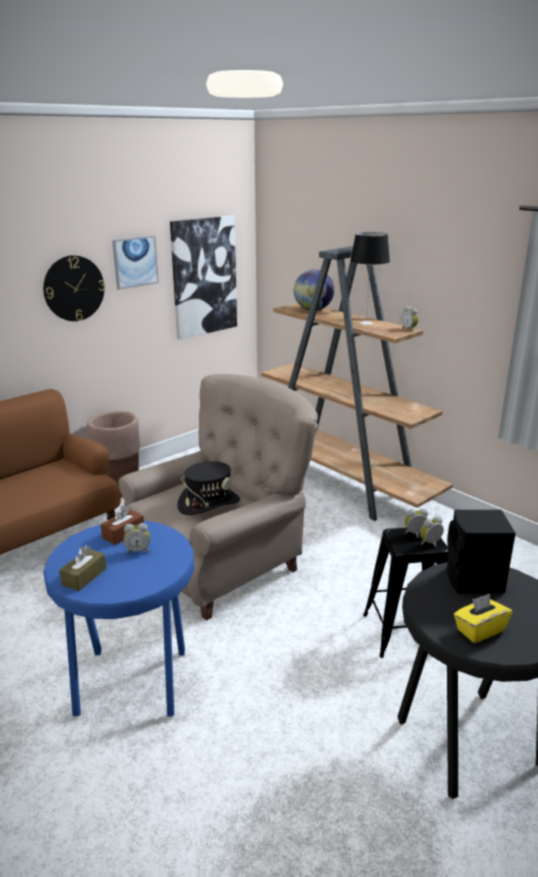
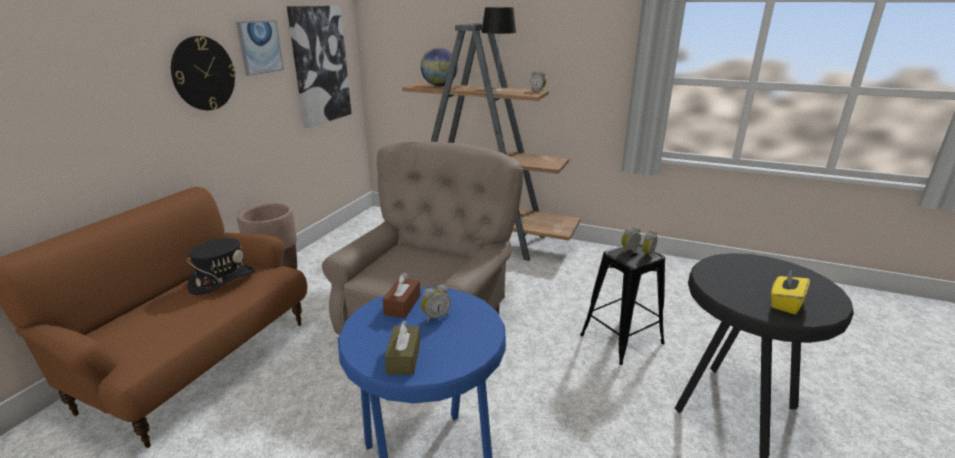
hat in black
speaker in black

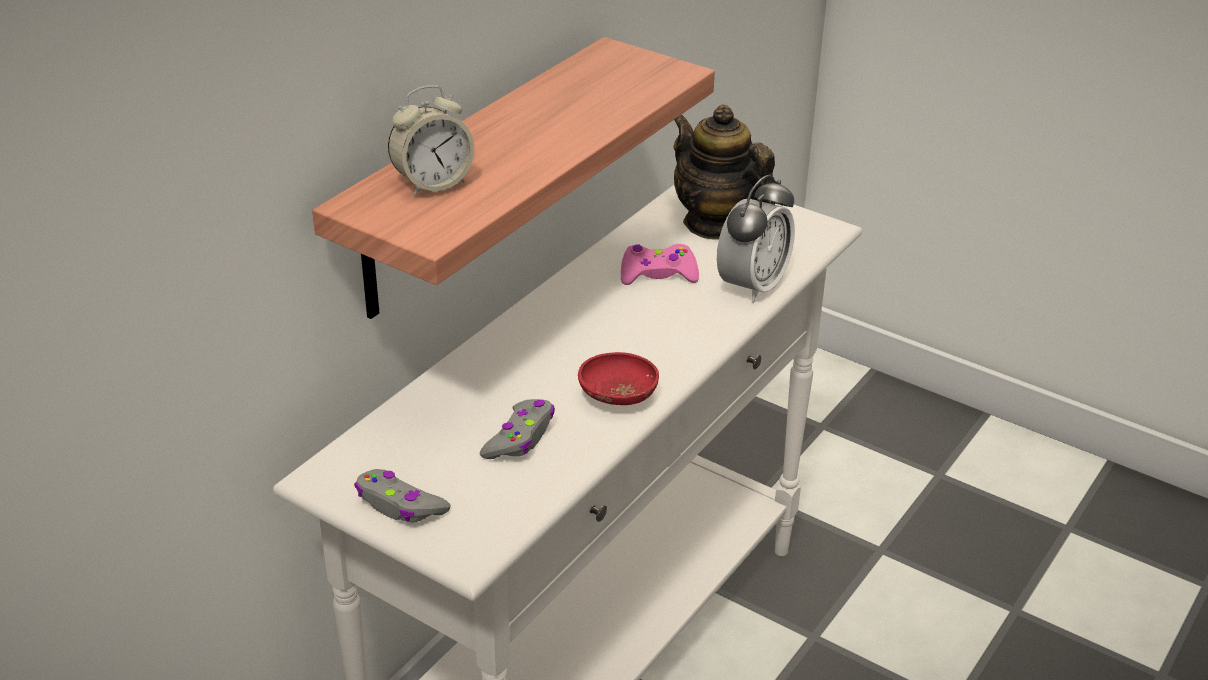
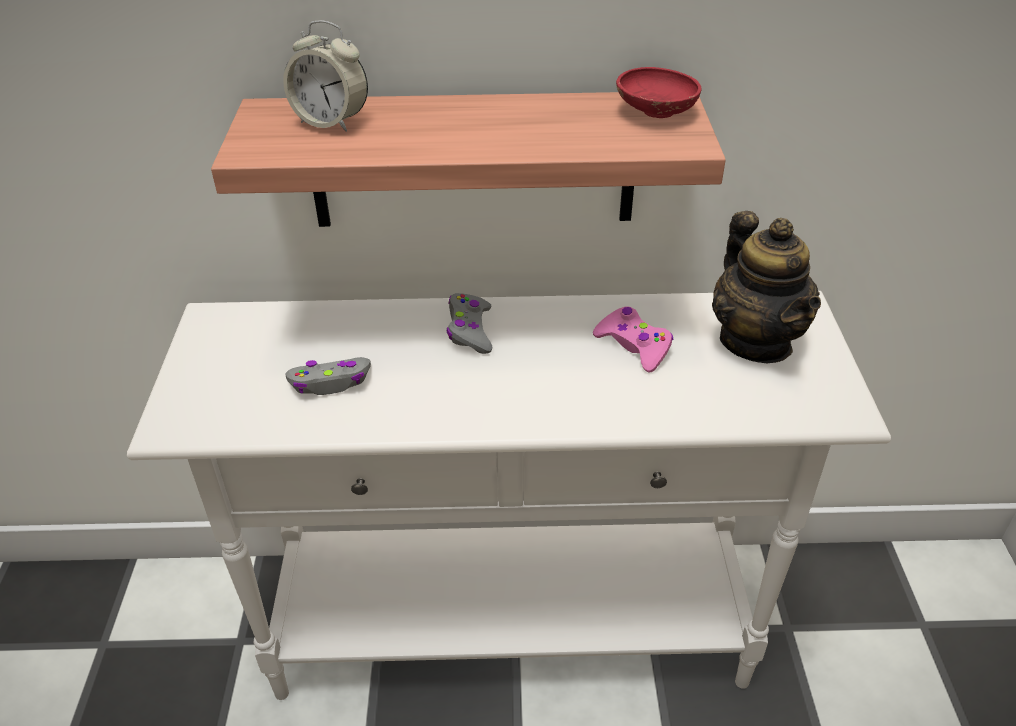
game controller in grey (2nd from left)
bowl in red
teapot
alarm clock (2nd from left in the first image)

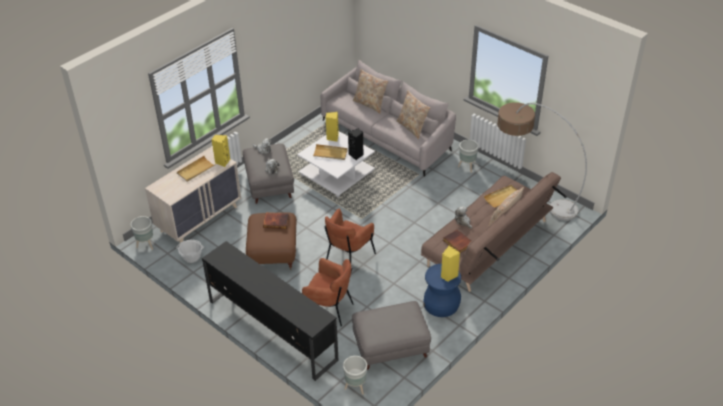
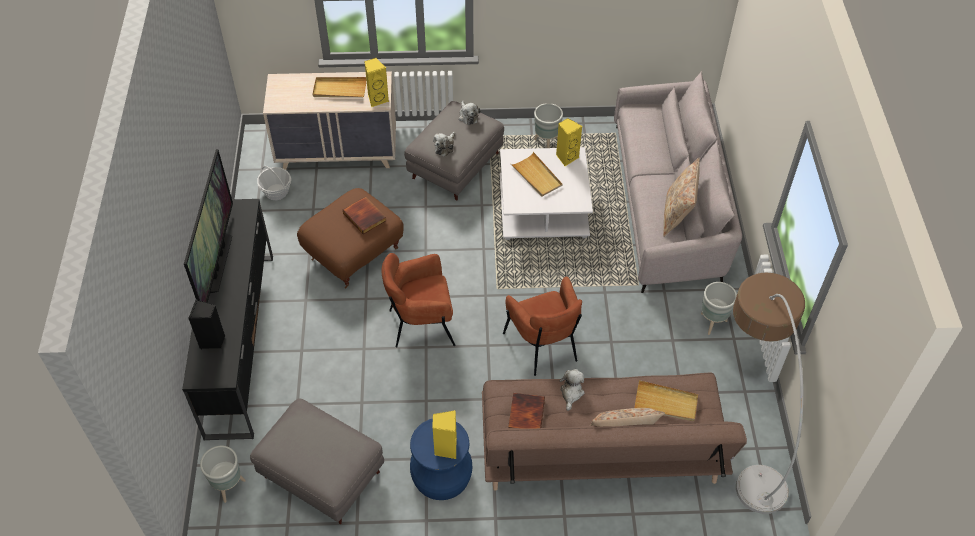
planter in grey (2nd from left)
armchair in brown (2nd from left)
speaker in black
pillow in beige (1st from left in the first image)
television

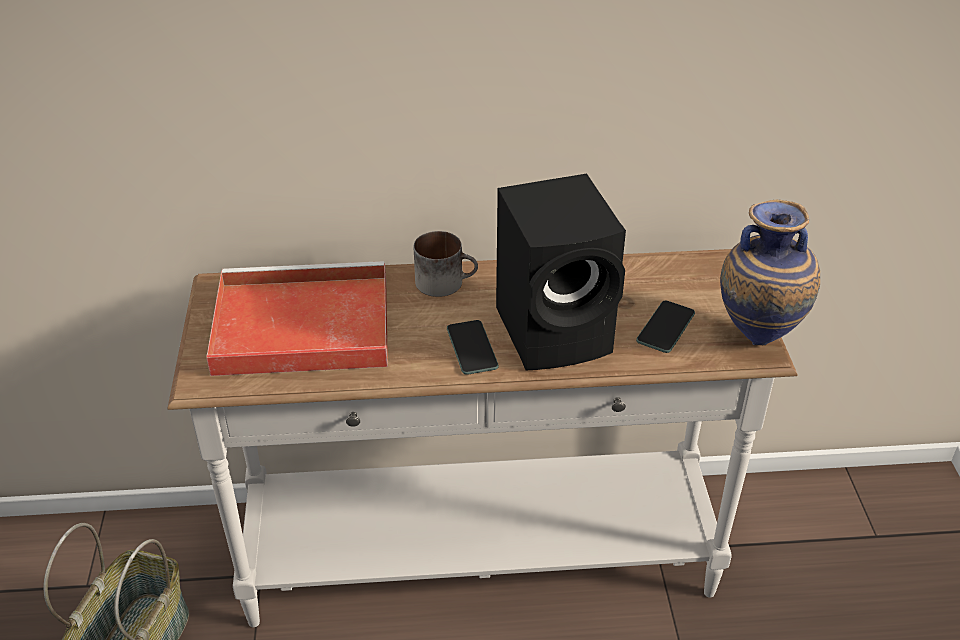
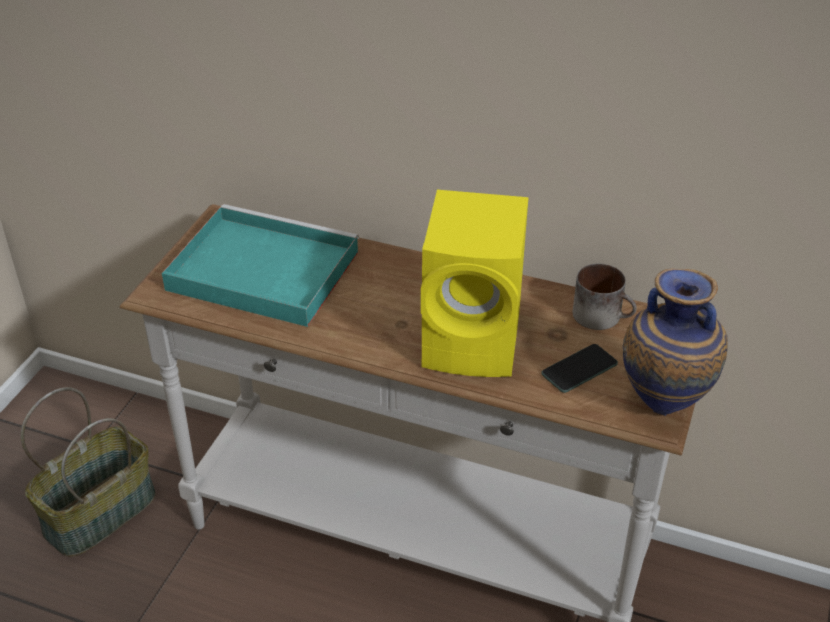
tray in turquoise
mug
phone (1st from left in the first image)
speaker in yellow

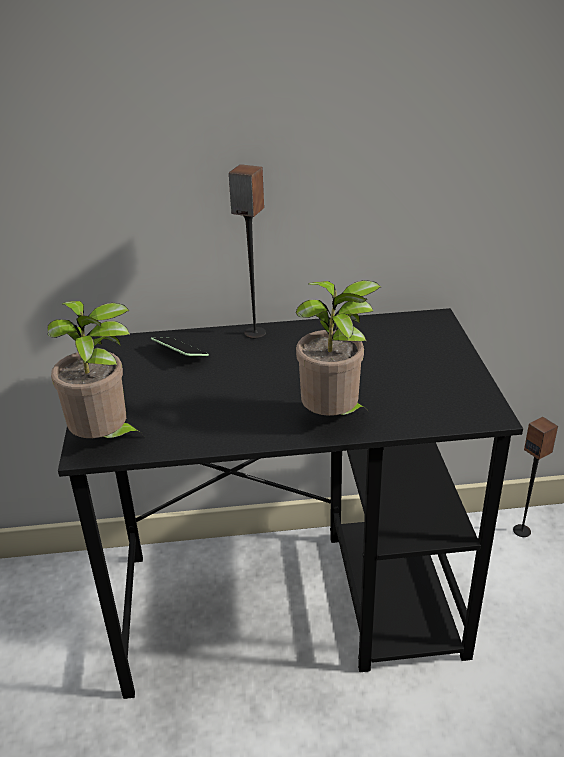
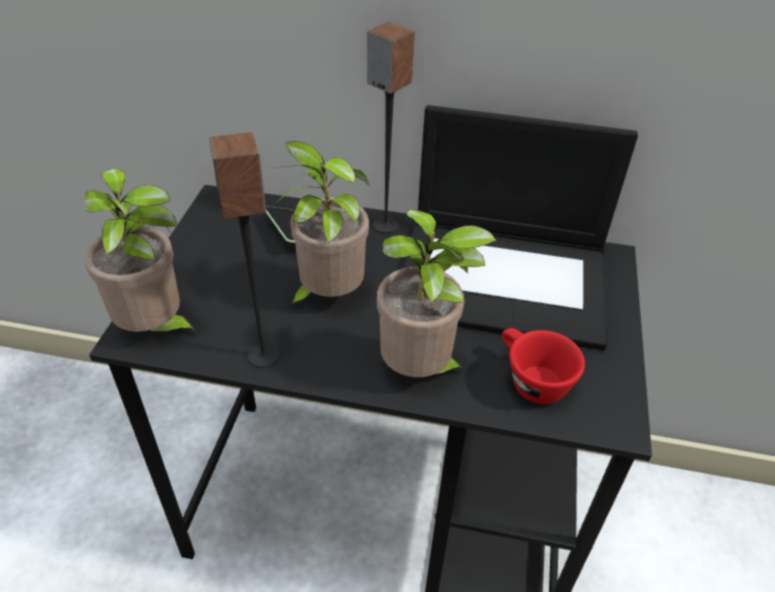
speaker (1st from left)
potted plant (2nd from left)
laptop
cup in red

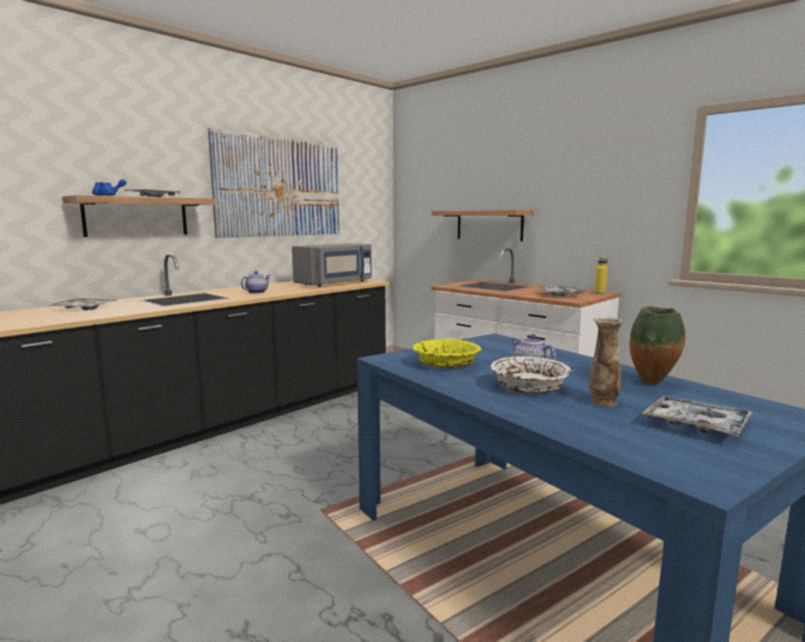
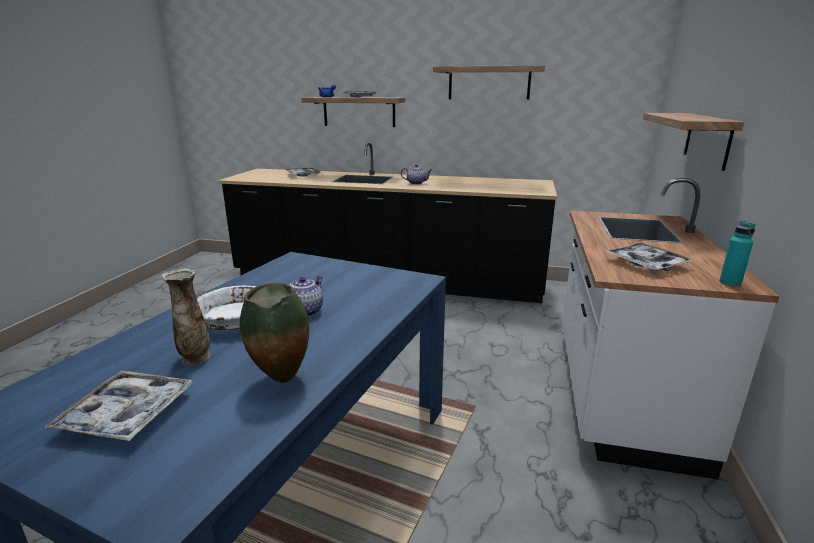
shelf (2nd from left)
microwave in grey
bowl in yellow
bottle in turquoise

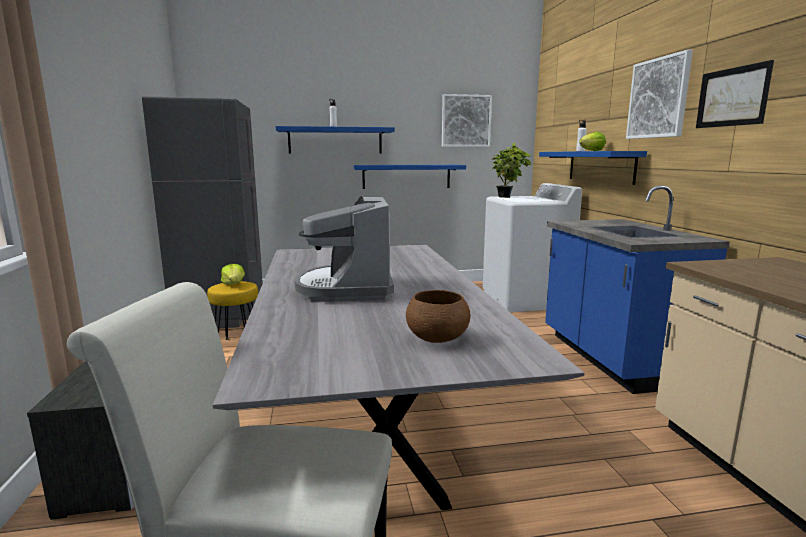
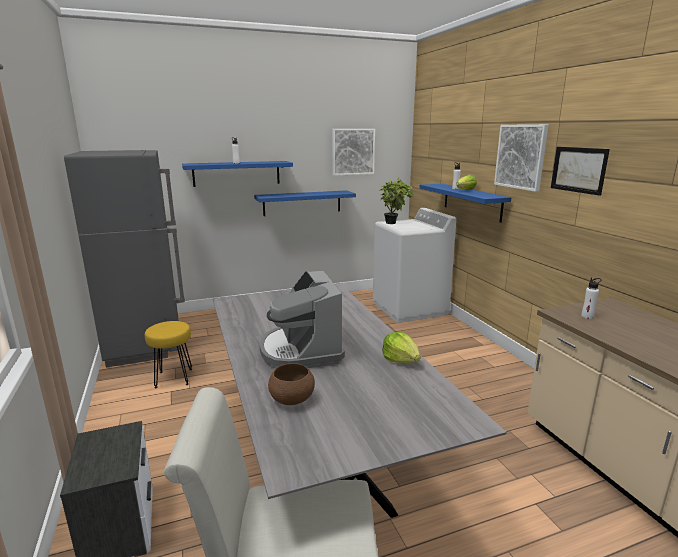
lettuce (1st from left)
bowl in brown
counter in blue
bottle in white (3rd from left)

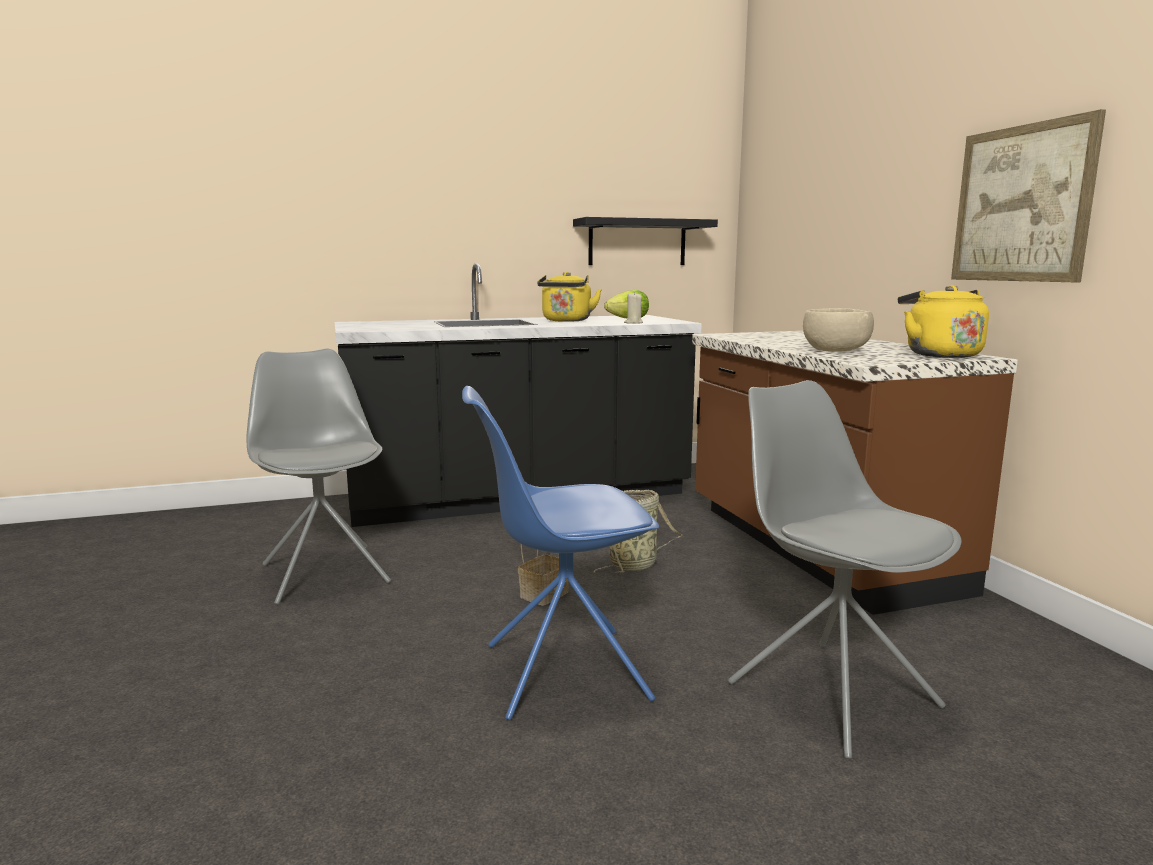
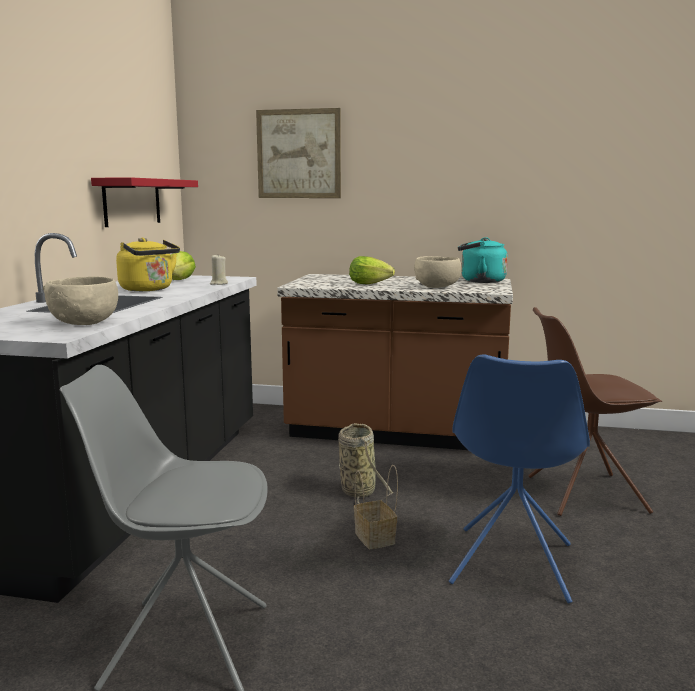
shelf in red
chair in brown
kettle in turquoise
picture
bowl in beige (1st from left)
lettuce (2nd from left)

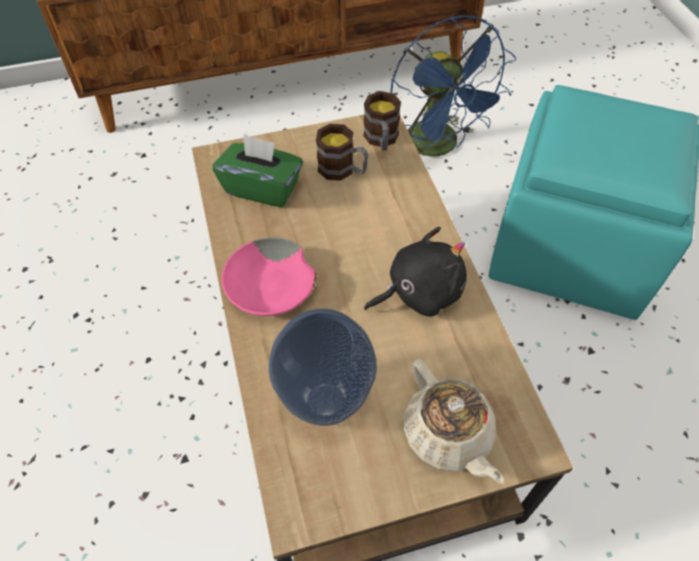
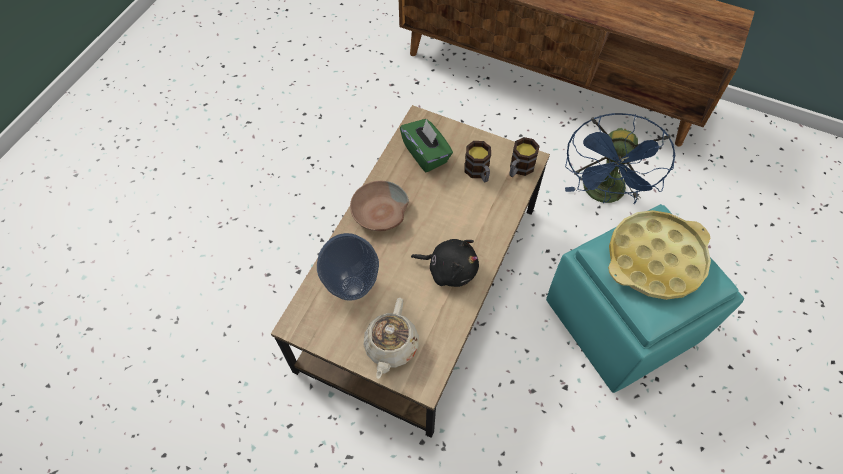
bowl in brown
tray in yellow

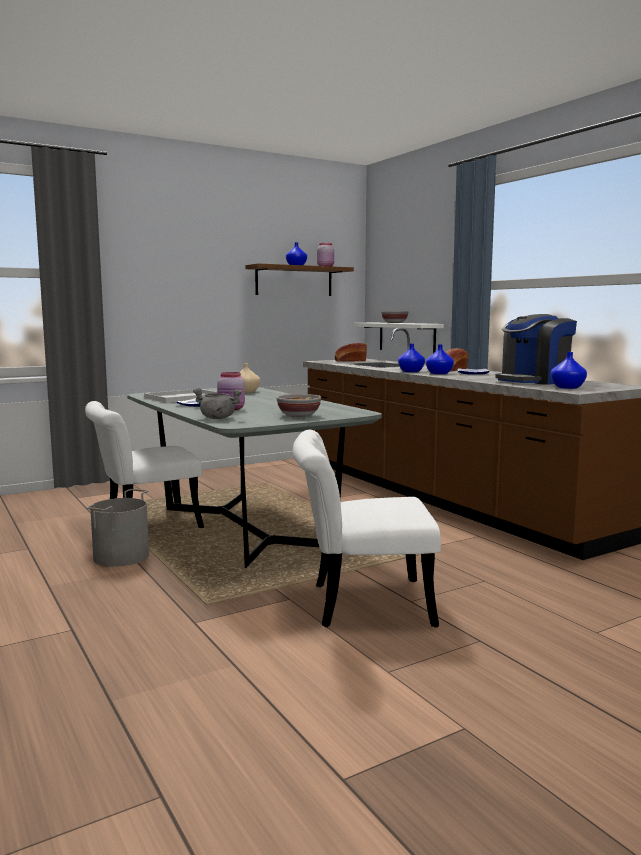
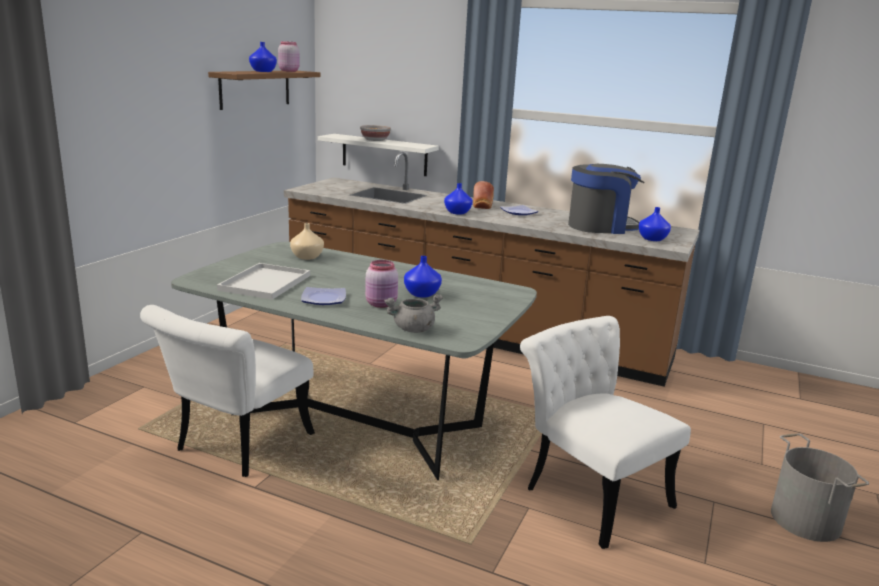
bucket in grey
bowl (1st from left in the first image)
chair in white (2nd from left)
bread (1st from left in the first image)
vase in blue (2nd from left)
coffee machine

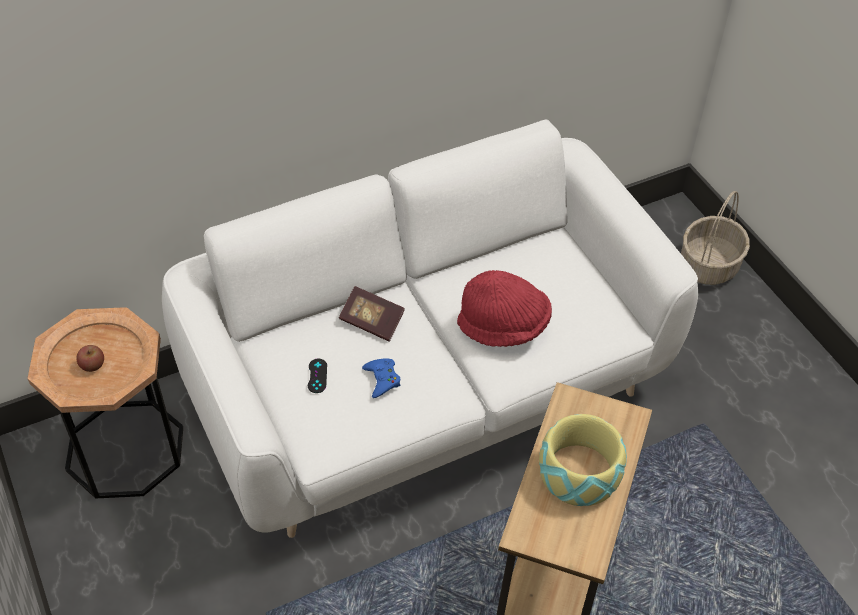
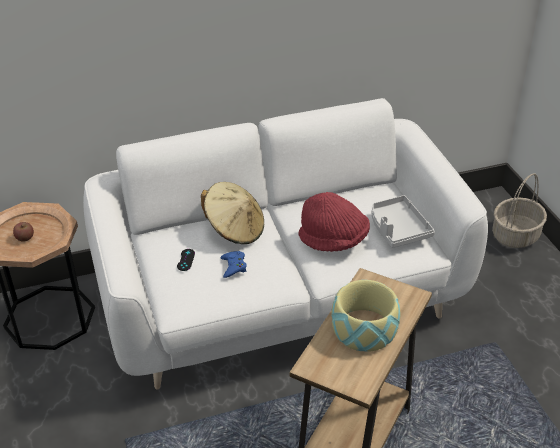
hat in beige
tray in grey

